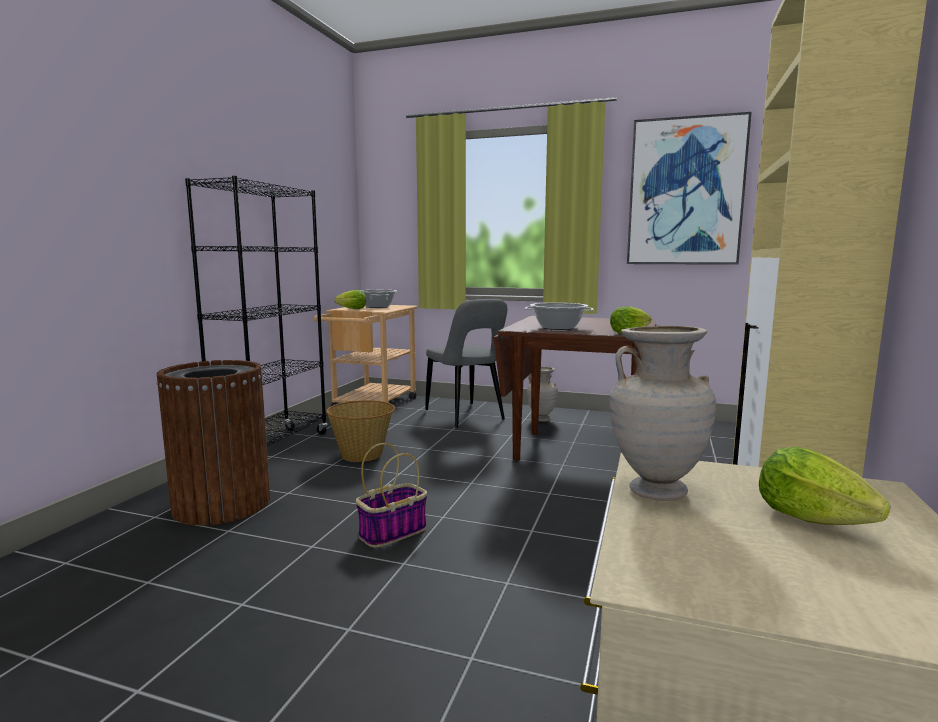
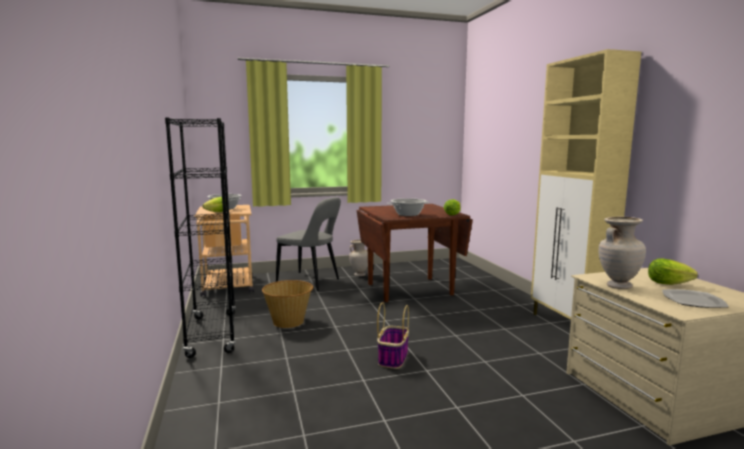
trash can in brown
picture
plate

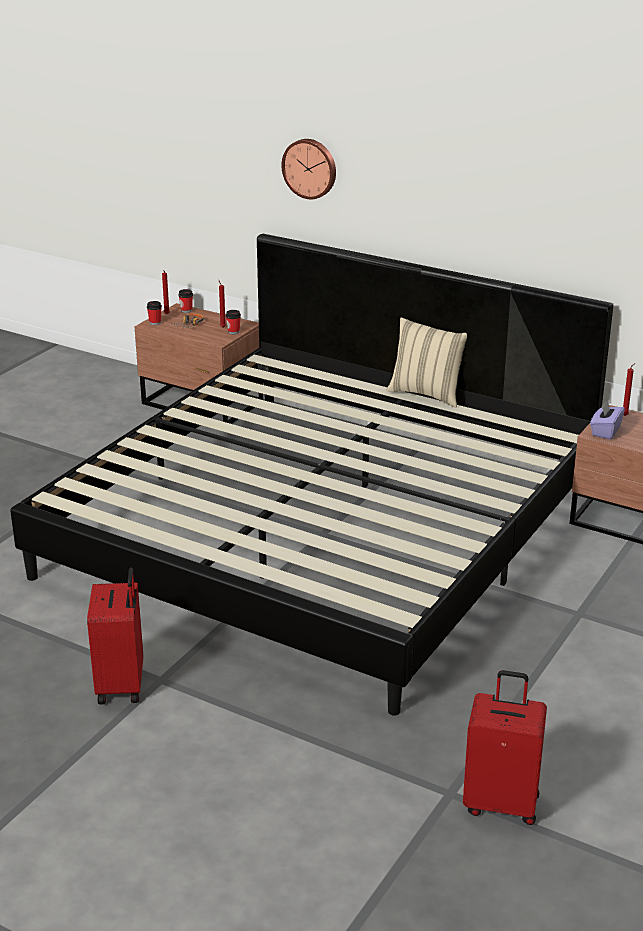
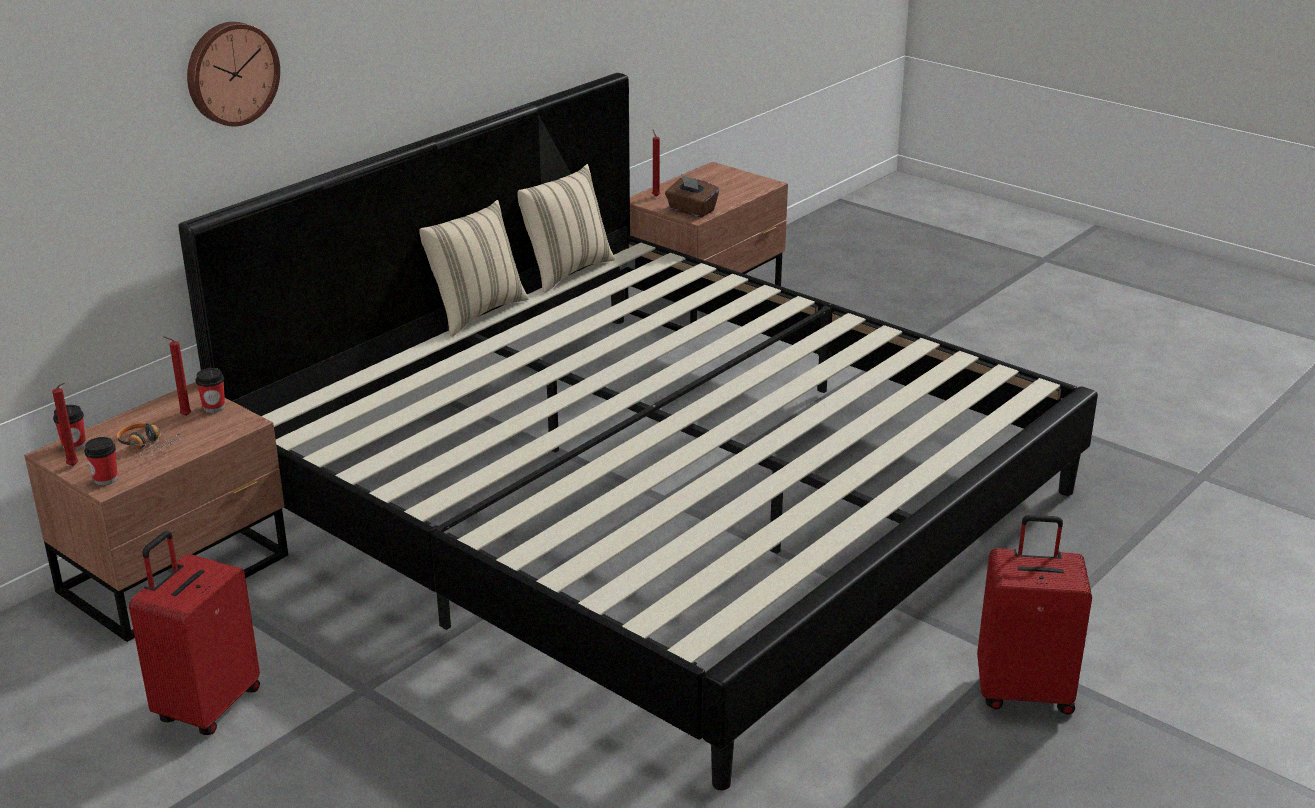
suitcase in red (1st from left)
tissue box in brown
pillow in beige (2nd from left)

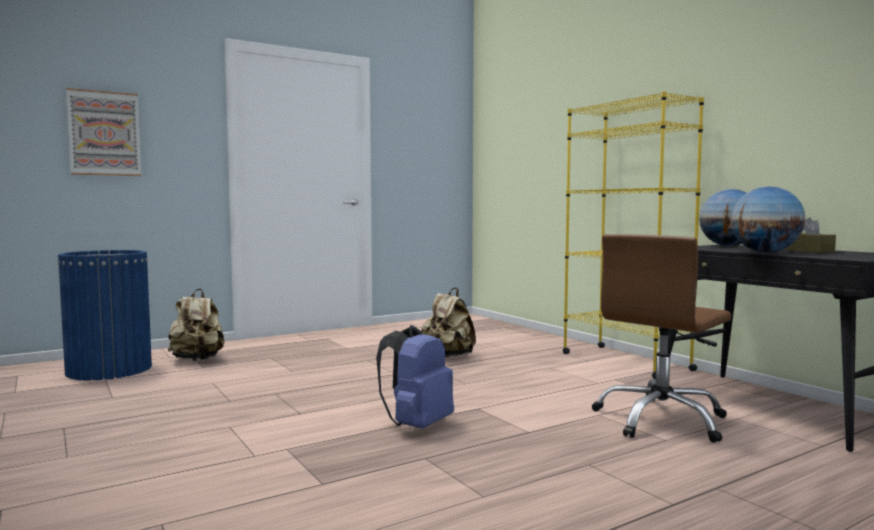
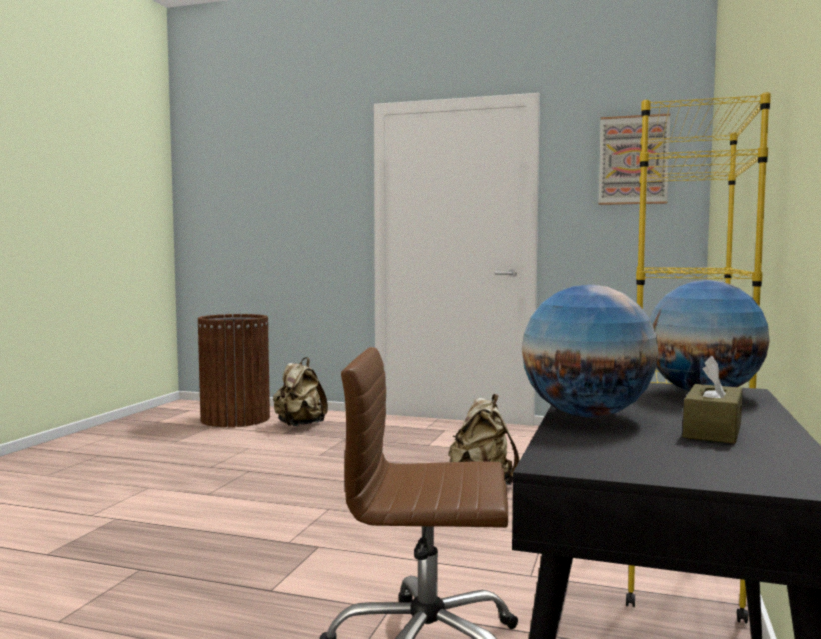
trash can in brown
picture
backpack in blue

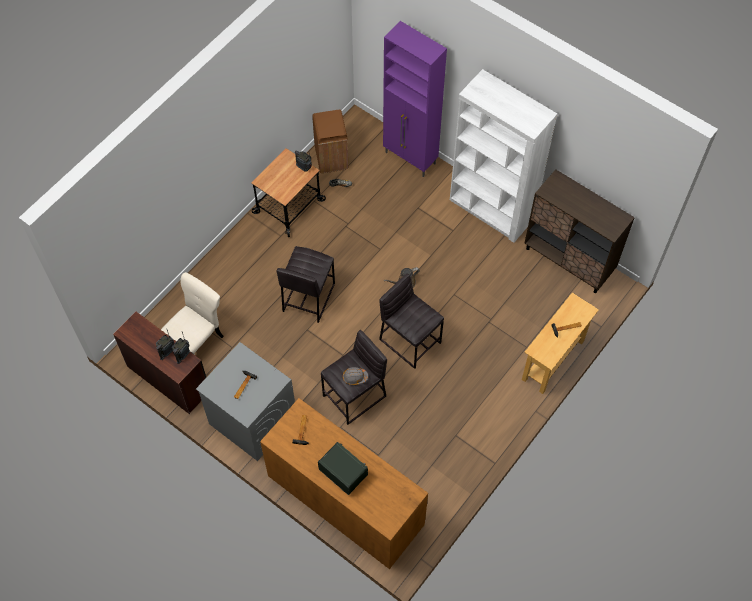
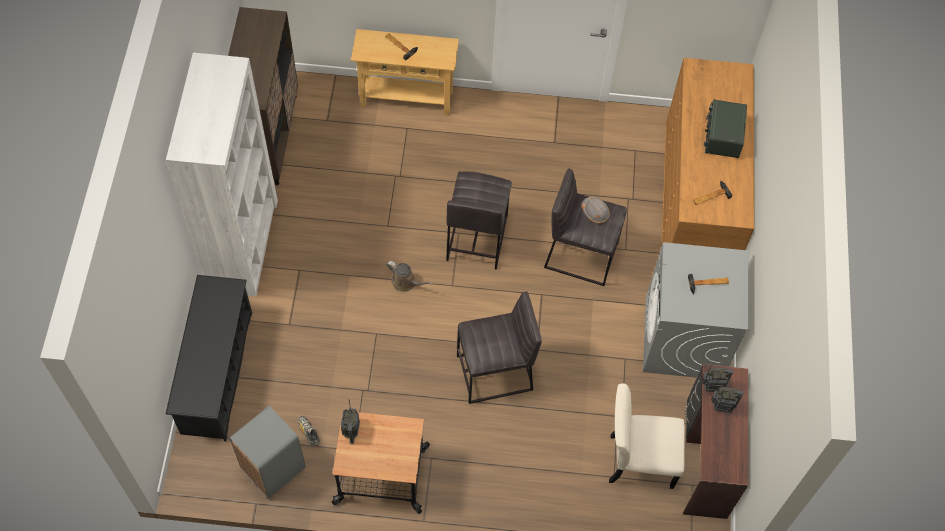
trash can in grey
shoe rack in black

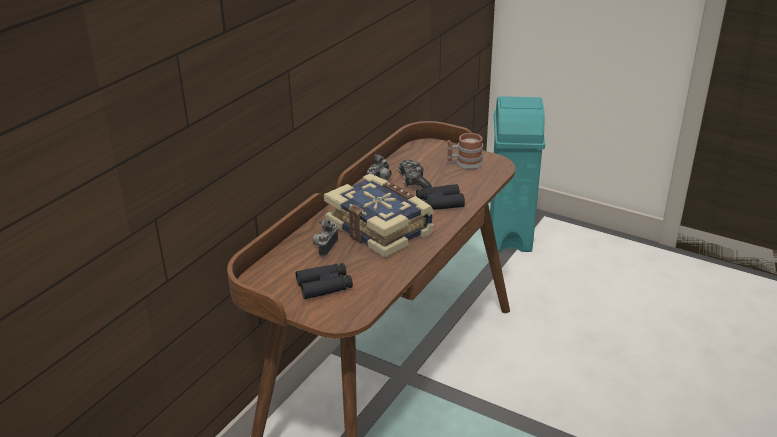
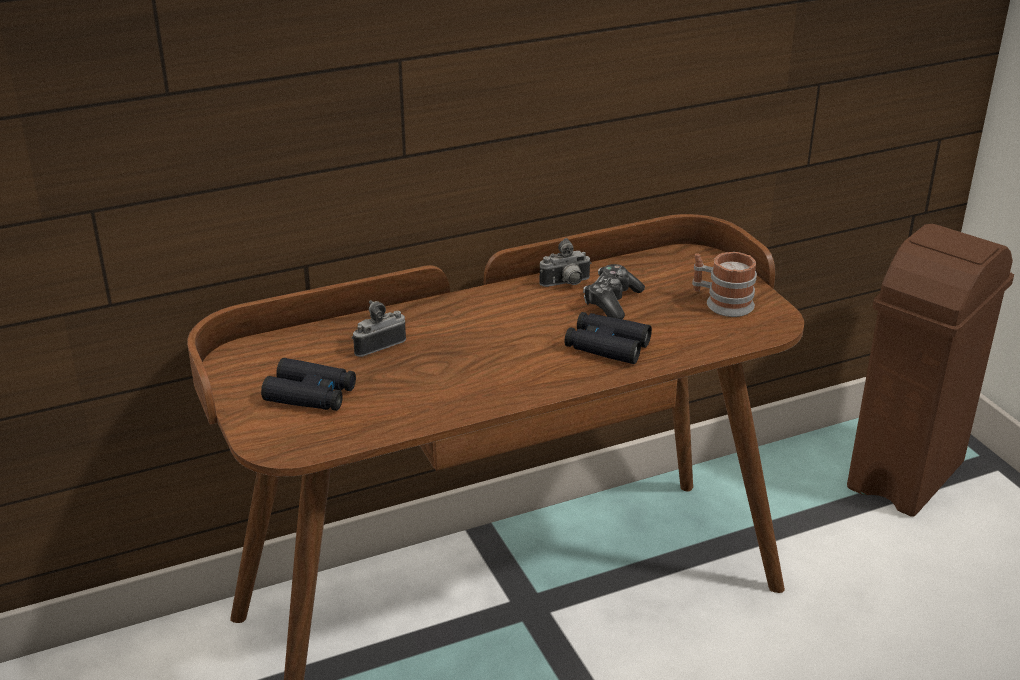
book
trash can in brown

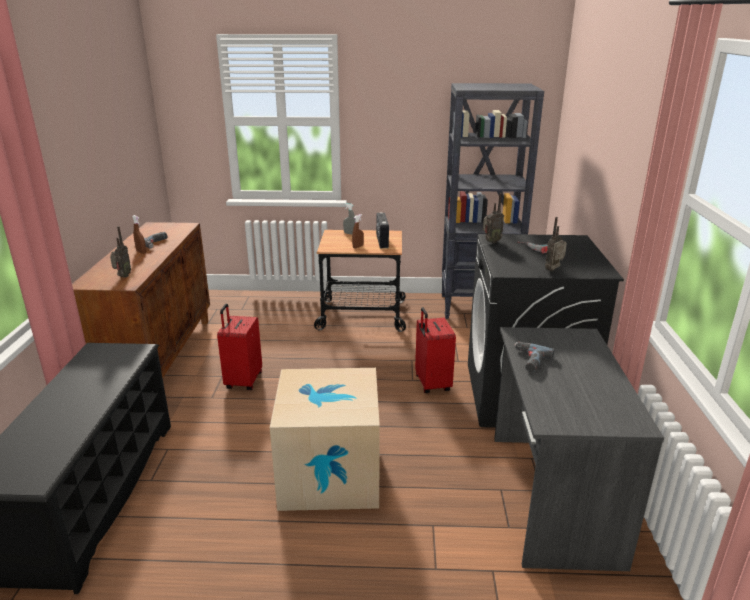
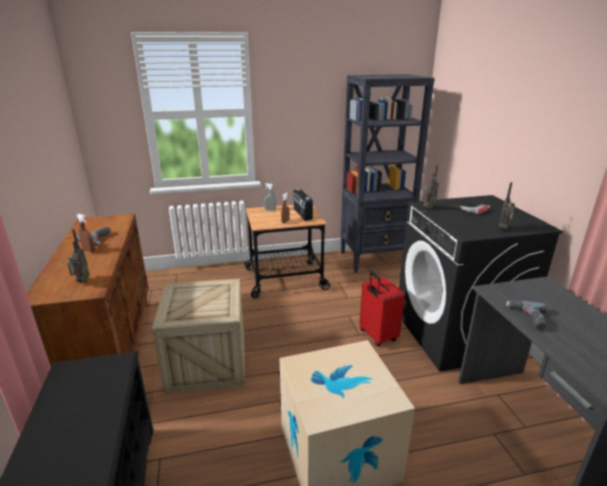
crate

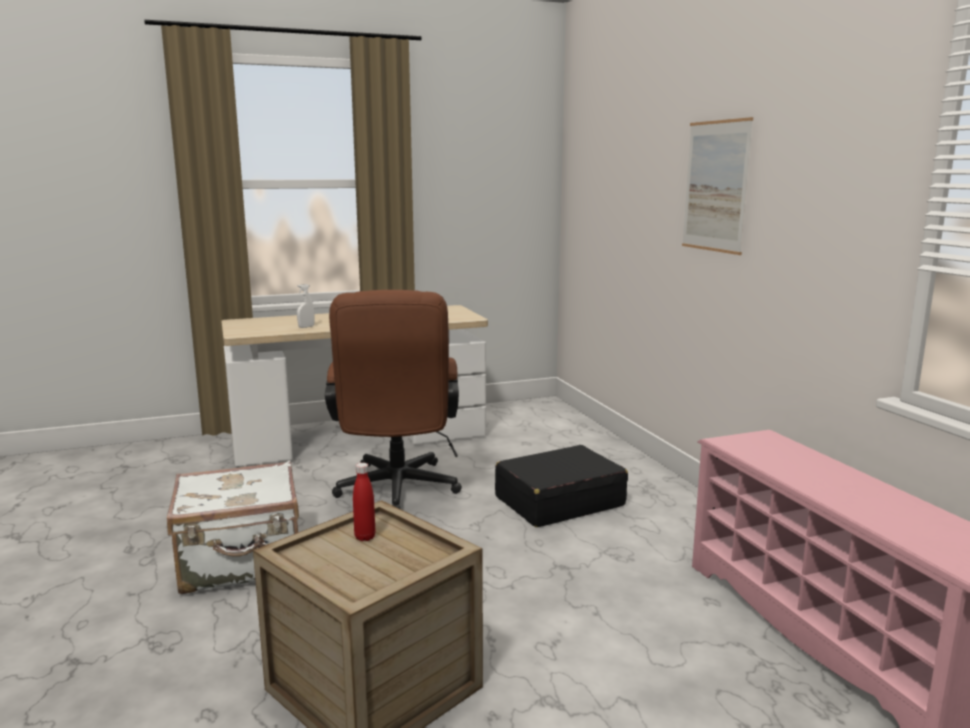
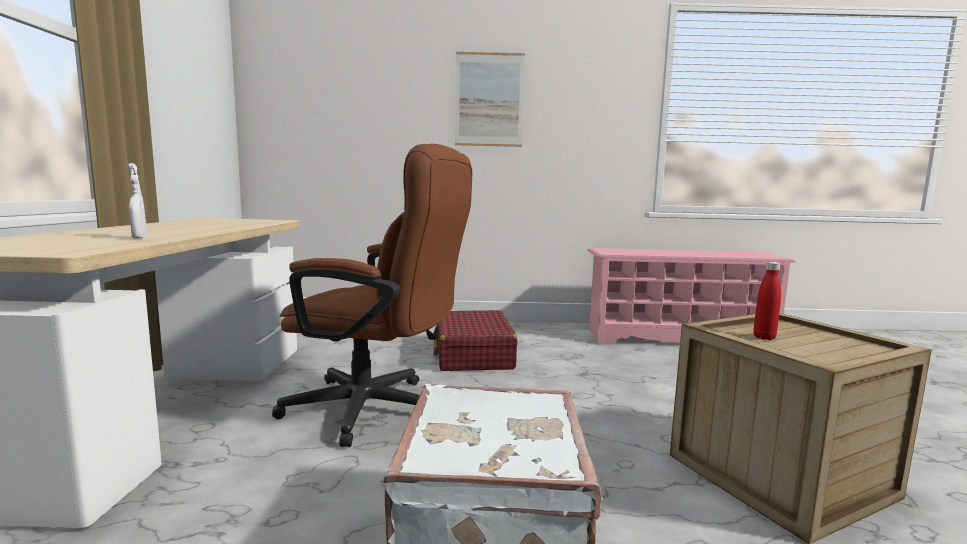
suitcase in red

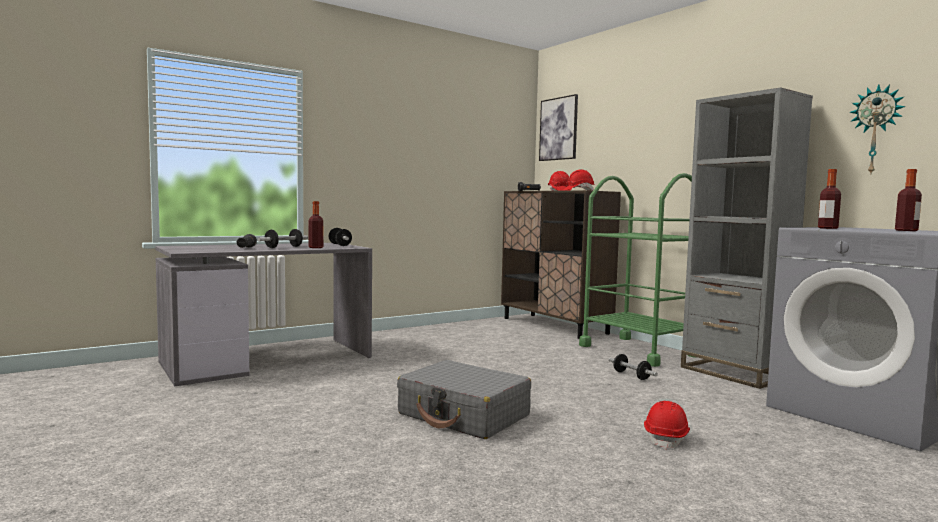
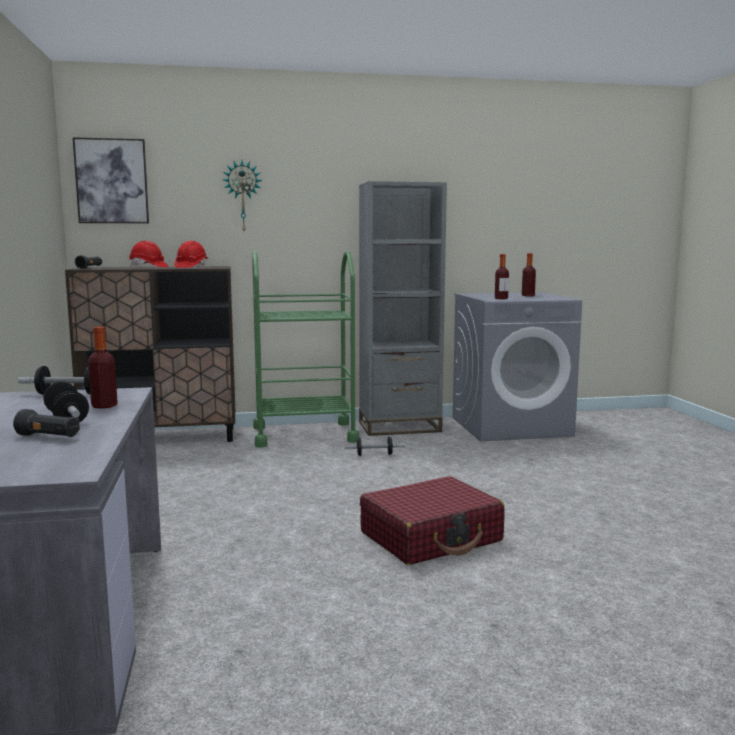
suitcase in red
hard hat in red (3rd from left in the first image)
wall clock

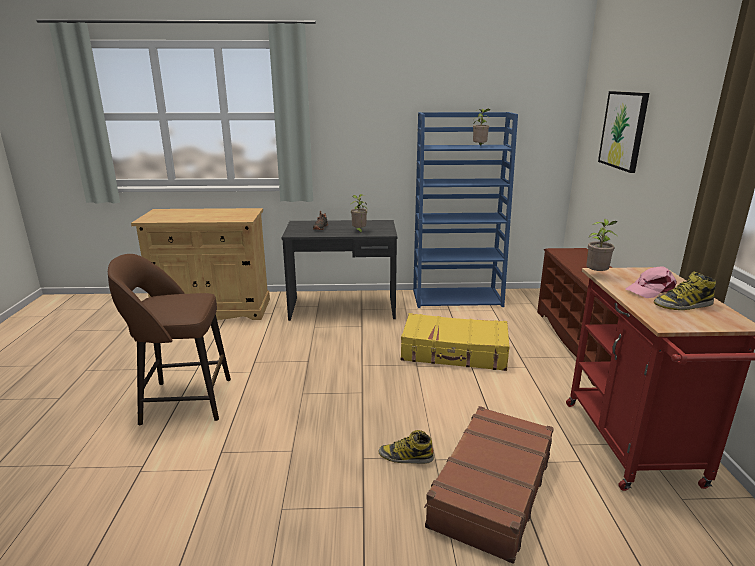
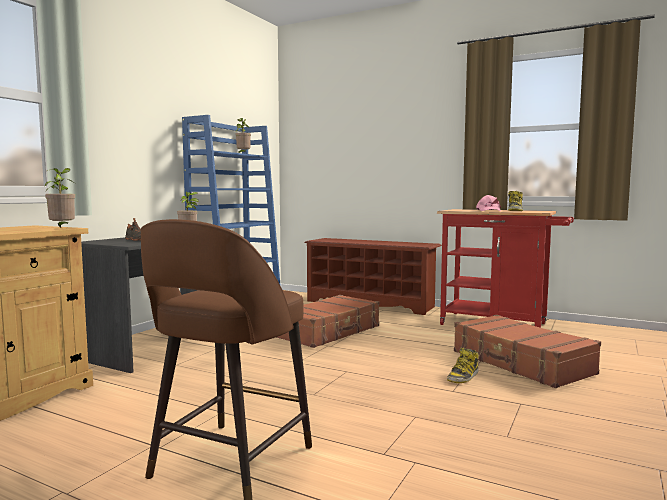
suitcase in brown (1st from left)
potted plant (1st from left)
picture

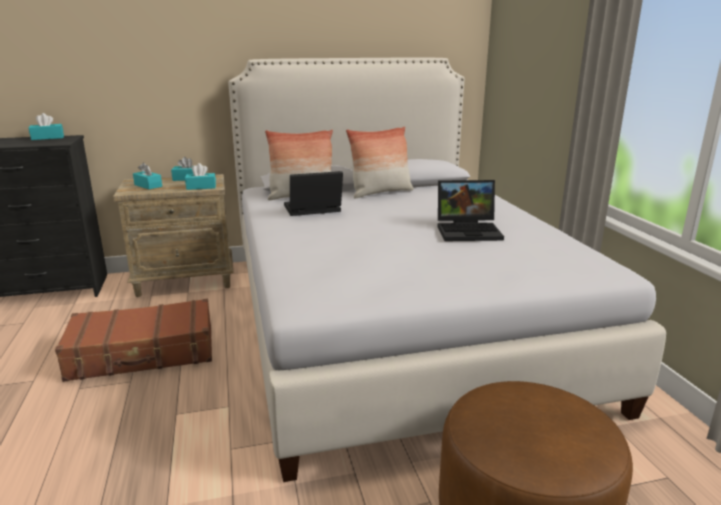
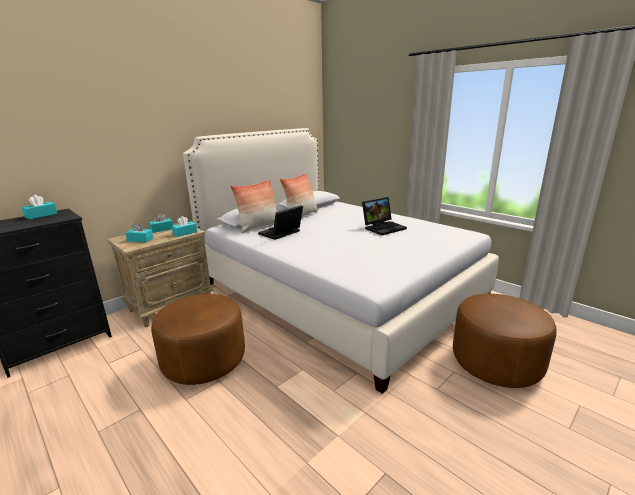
ottoman in brown (1st from left)

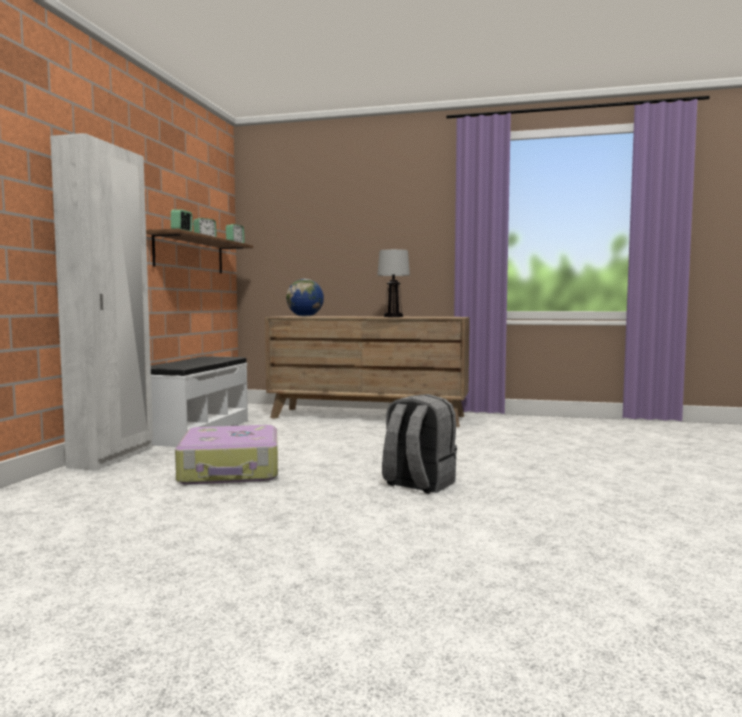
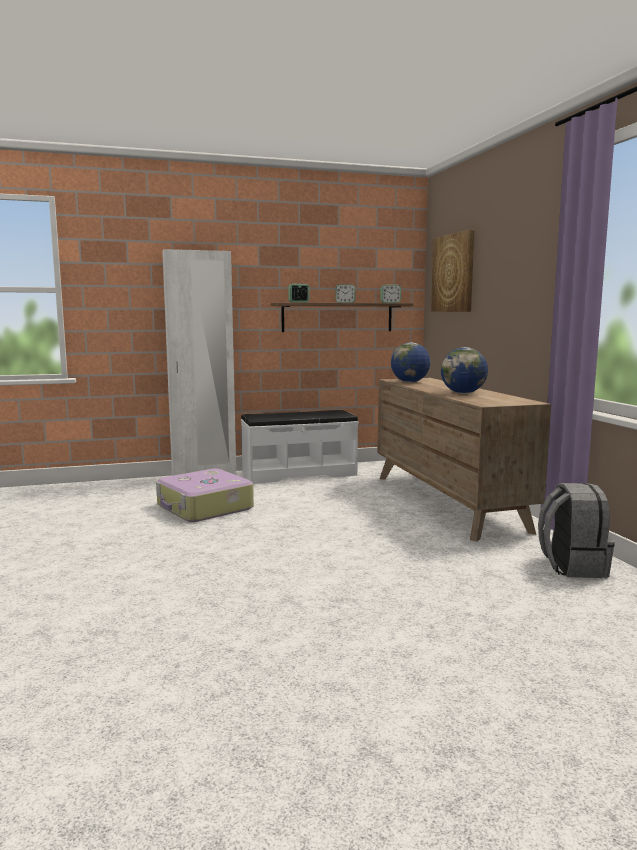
globe (2nd from left)
backpack in grey
picture

